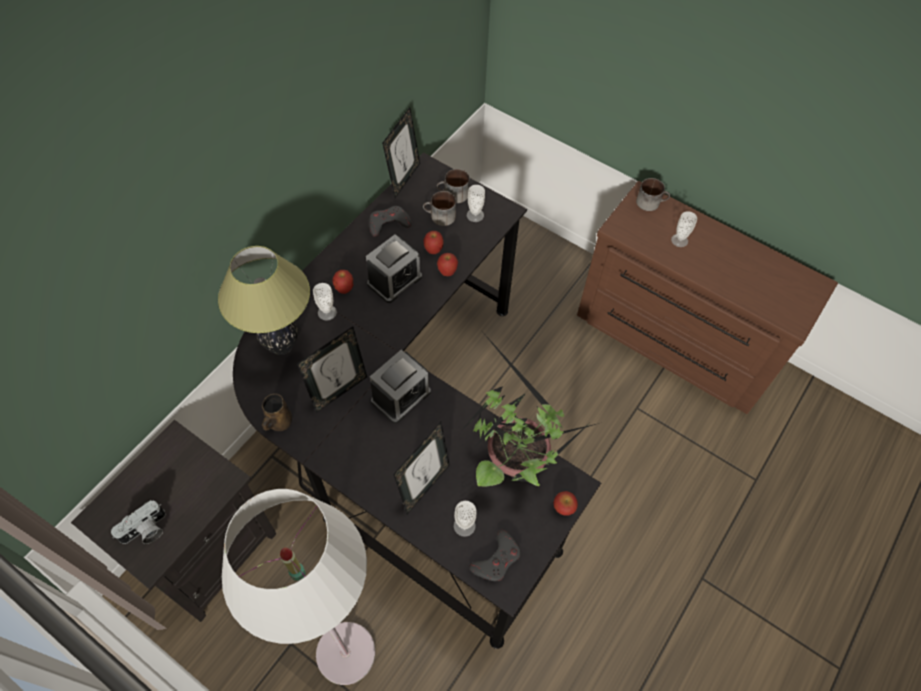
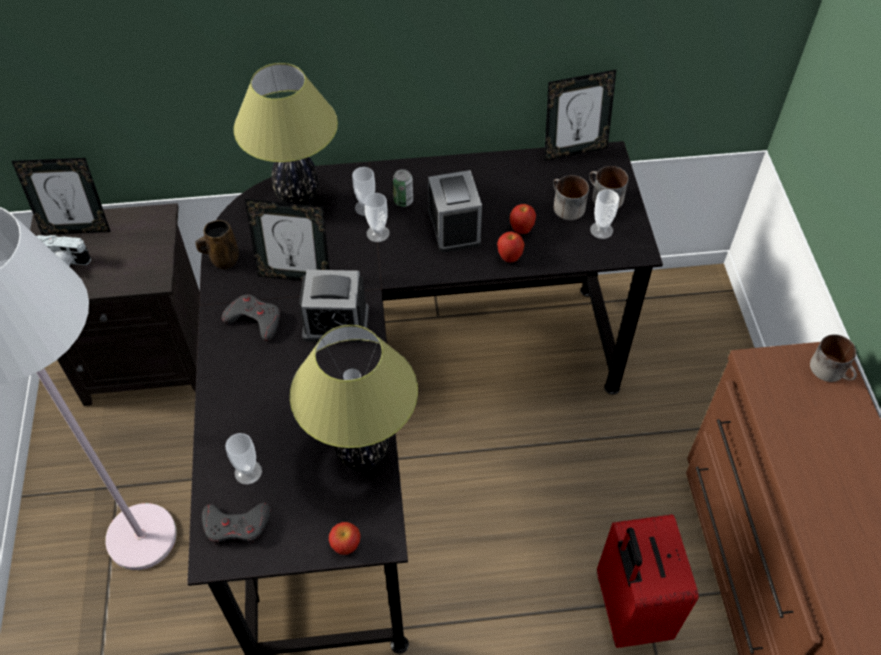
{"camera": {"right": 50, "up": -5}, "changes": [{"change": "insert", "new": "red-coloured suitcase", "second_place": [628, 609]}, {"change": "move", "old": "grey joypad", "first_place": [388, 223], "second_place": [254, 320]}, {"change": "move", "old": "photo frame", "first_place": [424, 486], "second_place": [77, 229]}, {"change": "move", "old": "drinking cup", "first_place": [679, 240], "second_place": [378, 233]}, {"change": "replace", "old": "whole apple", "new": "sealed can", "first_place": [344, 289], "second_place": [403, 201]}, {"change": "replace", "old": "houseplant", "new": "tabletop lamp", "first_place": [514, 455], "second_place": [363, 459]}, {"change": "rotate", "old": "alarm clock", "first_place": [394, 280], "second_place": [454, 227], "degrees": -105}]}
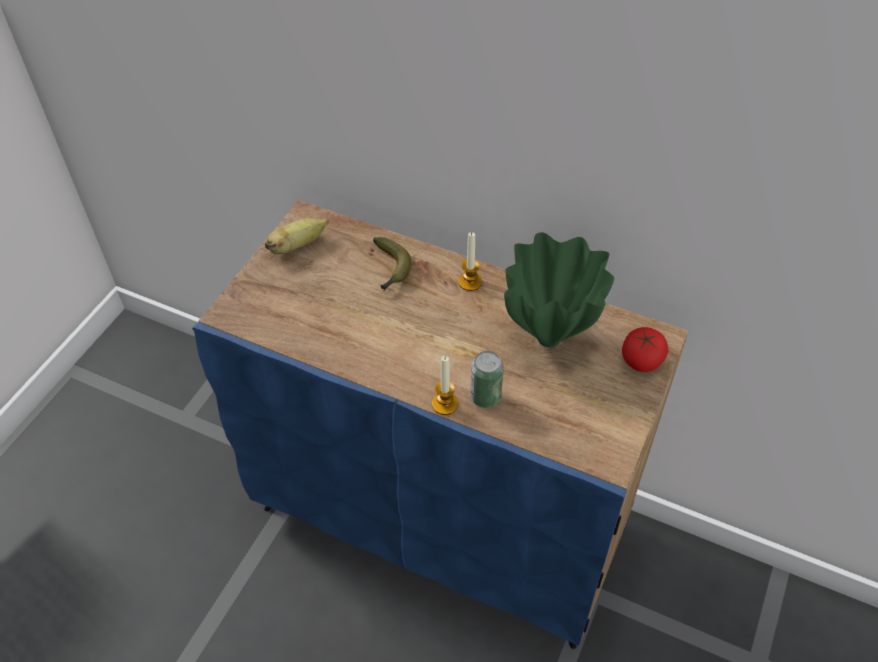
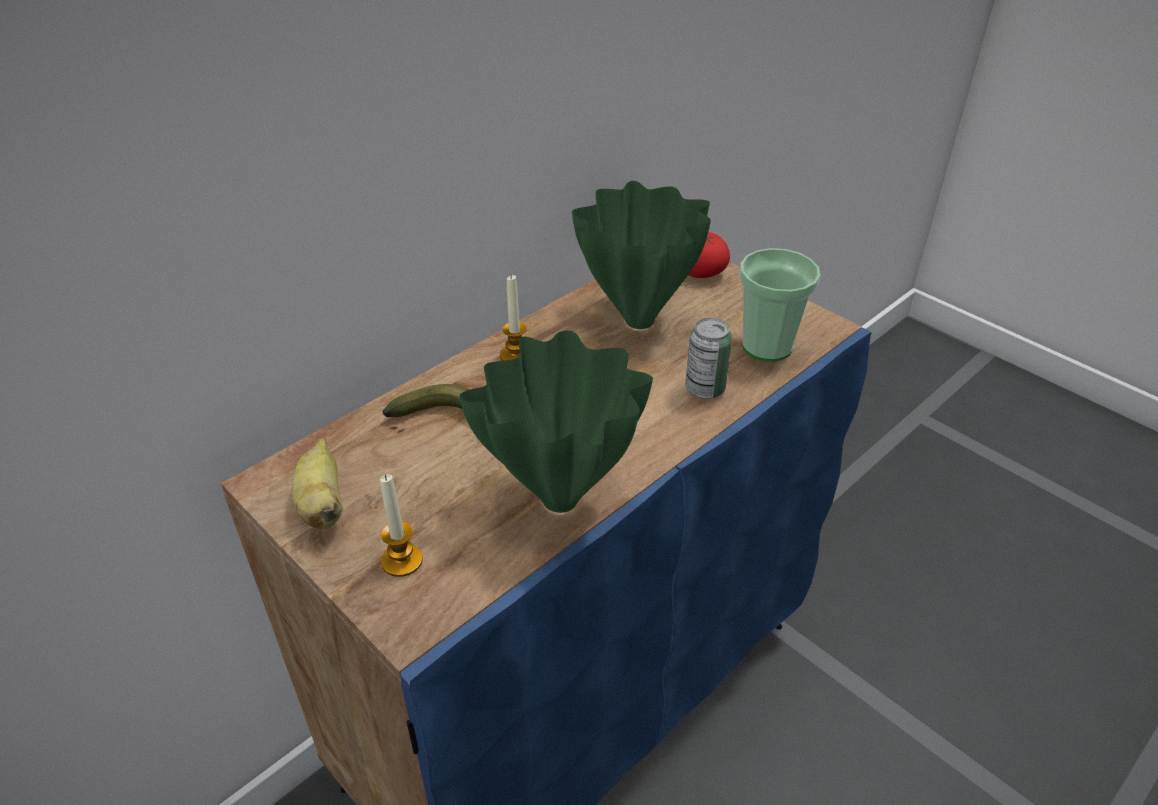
{"camera": {"right": -70, "up": -10}, "changes": [{"change": "insert", "new": "greenish decorative vase", "second_place": [563, 499]}, {"change": "insert", "new": "drinking cup", "second_place": [767, 346]}, {"change": "move", "old": "wax candle", "first_place": [445, 404], "second_place": [402, 560]}]}
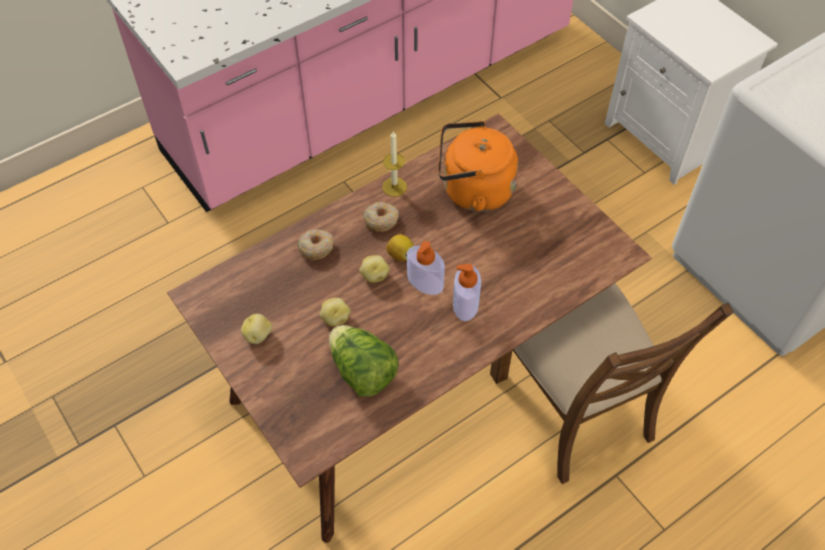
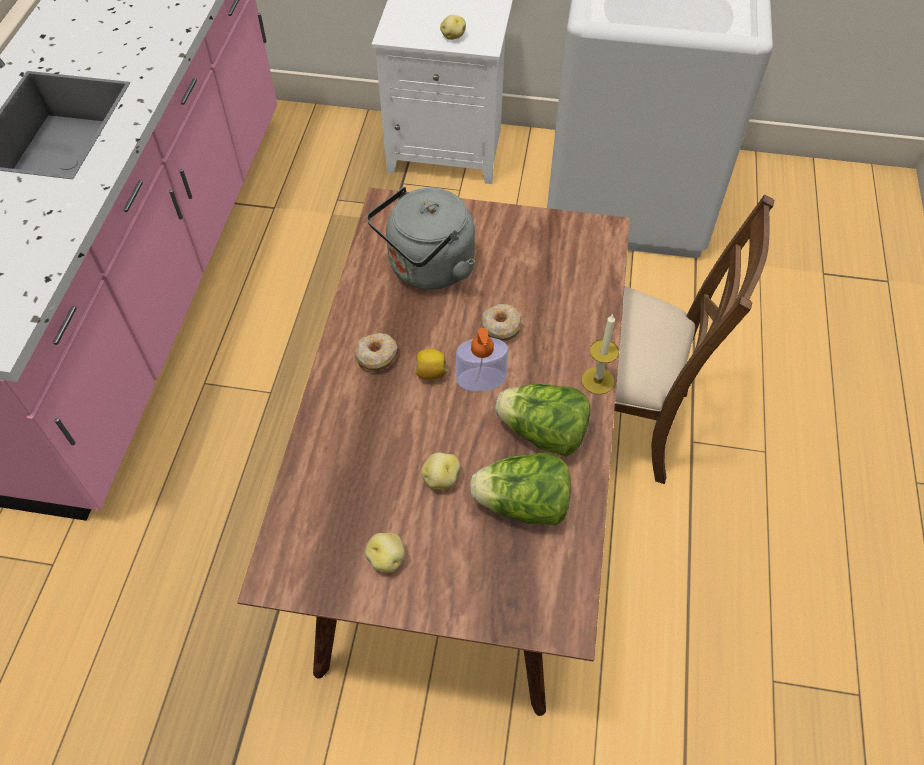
{"camera": {"right": -45, "up": 0}, "changes": [{"change": "delete", "old": "liquid soap bottle", "first_place": [465, 304]}, {"change": "insert", "new": "head of lettuce", "second_place": [543, 433]}, {"change": "move", "old": "ring doughnut", "first_place": [316, 247], "second_place": [500, 327]}, {"change": "move", "old": "spud", "first_place": [374, 275], "second_place": [452, 36]}, {"change": "move", "old": "wax candle", "first_place": [394, 187], "second_place": [597, 380]}, {"change": "recolor", "old": "orange water kettle", "new": "grey water kettle", "first_place": [473, 191], "second_place": [427, 269]}]}
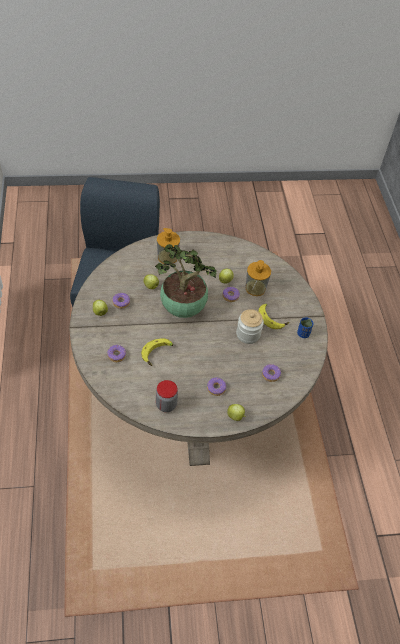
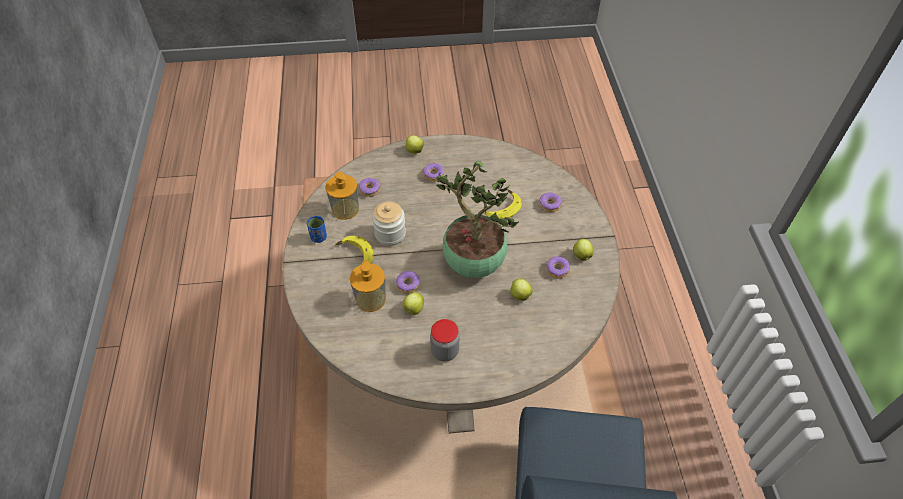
{"camera": {"right": -175, "up": 0}, "changes": [{"change": "move", "old": "preserve jar", "first_place": [166, 404], "second_place": [445, 351]}, {"change": "move", "old": "liquid soap bottle", "first_place": [167, 257], "second_place": [345, 209]}]}
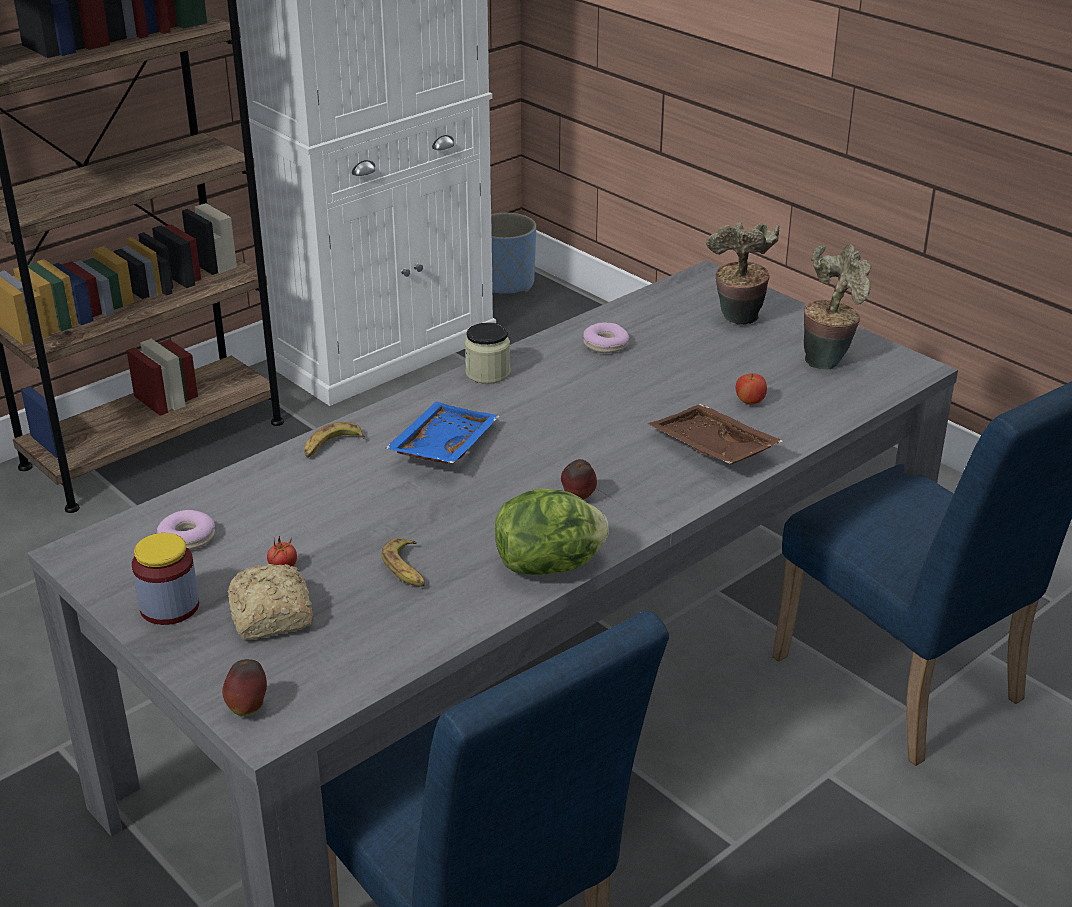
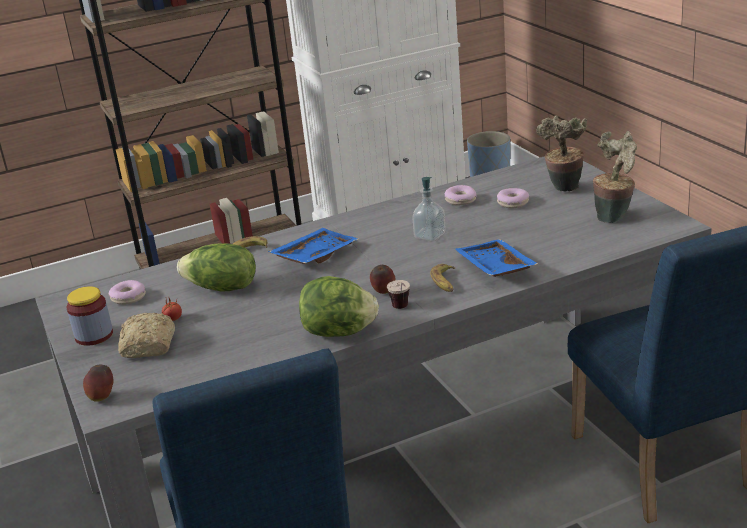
{"camera": {"right": 20, "up": -5}, "changes": [{"change": "delete", "old": "preserve jar", "first_place": [488, 373]}, {"change": "delete", "old": "whole apple", "first_place": [749, 402]}, {"change": "insert", "new": "head of lettuce", "second_place": [222, 288]}, {"change": "insert", "new": "drinking cup", "second_place": [402, 309]}, {"change": "insert", "new": "liquid soap bottle", "second_place": [430, 236]}, {"change": "insert", "new": "ring doughnut", "second_place": [513, 203]}, {"change": "move", "old": "banana", "first_place": [407, 569], "second_place": [445, 282]}, {"change": "recolor", "old": "brownish serving tray", "new": "bluish serving tray", "first_place": [711, 449], "second_place": [493, 268]}]}
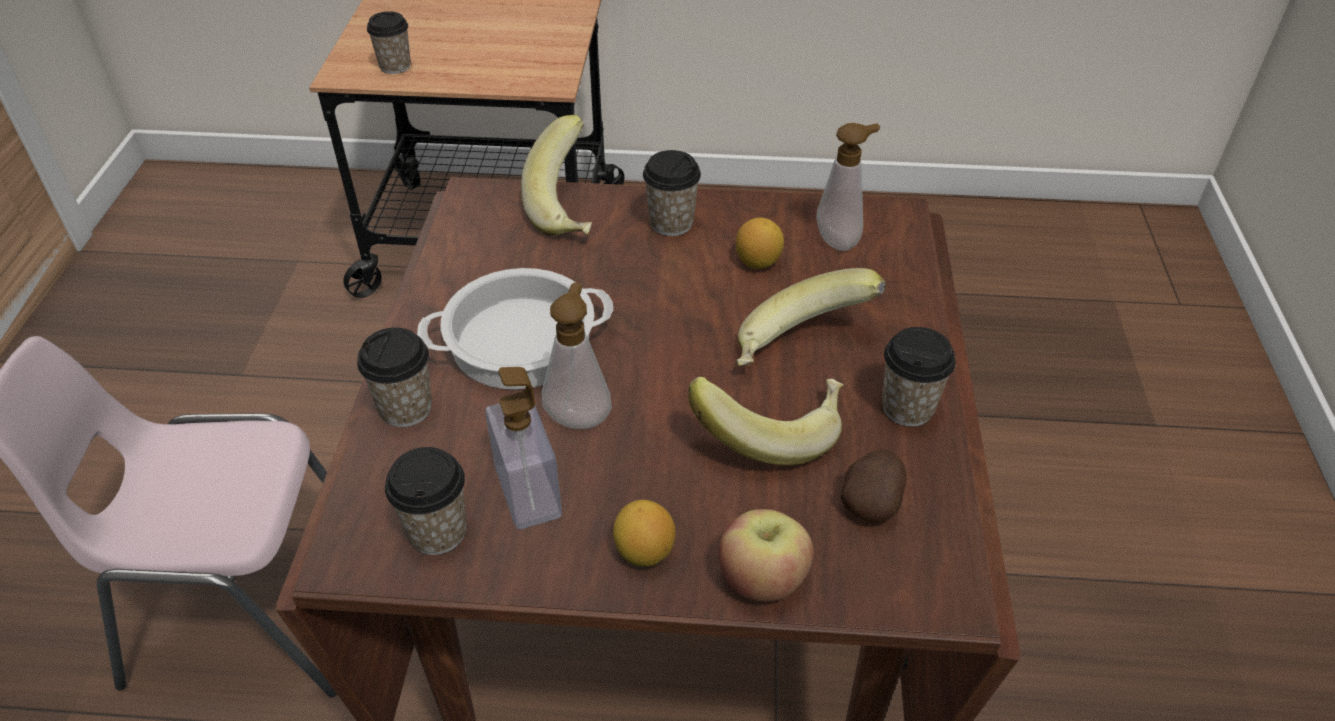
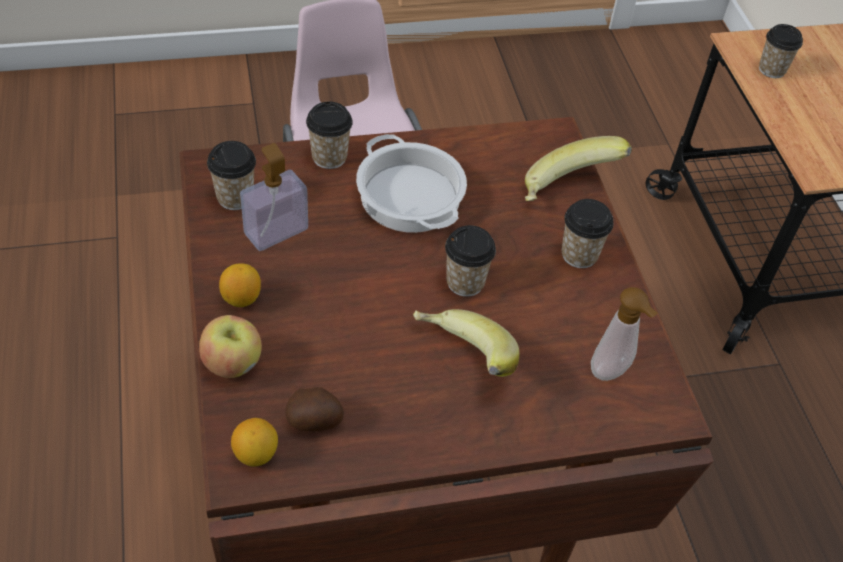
{"camera": {"right": 70, "up": 5}, "changes": [{"change": "delete", "old": "liquid soap bottle", "first_place": [579, 415]}, {"change": "delete", "old": "banana", "first_place": [769, 431]}, {"change": "move", "old": "lemon", "first_place": [758, 262], "second_place": [256, 454]}, {"change": "move", "old": "drinking cup", "first_place": [907, 408], "second_place": [465, 282]}]}
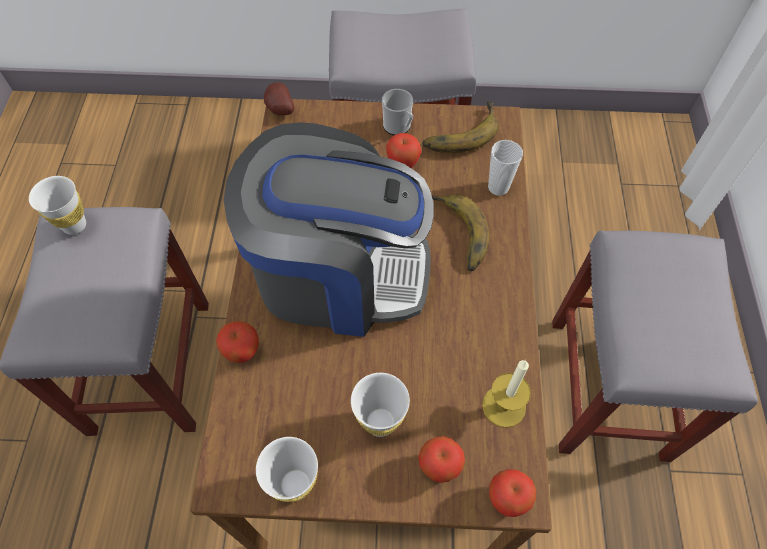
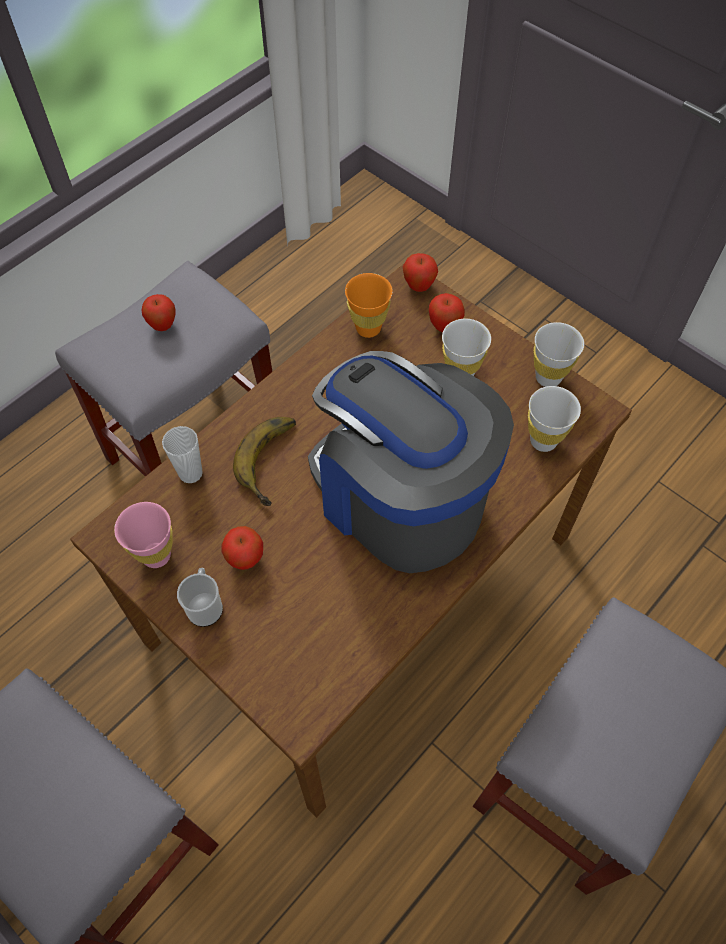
{"camera": {"right": -140, "up": 0}, "changes": [{"change": "delete", "old": "spud", "first_place": [279, 110]}, {"change": "move", "old": "white drinking cup", "first_place": [74, 225], "second_place": [543, 441]}, {"change": "move", "old": "whole apple", "first_place": [242, 352], "second_place": [163, 325]}, {"change": "replace", "old": "banana", "new": "pink-coloured drinking cup", "first_place": [459, 131], "second_place": [156, 555]}, {"change": "replace", "old": "wax candle", "new": "orange drinking cup", "first_place": [504, 406], "second_place": [368, 328]}]}
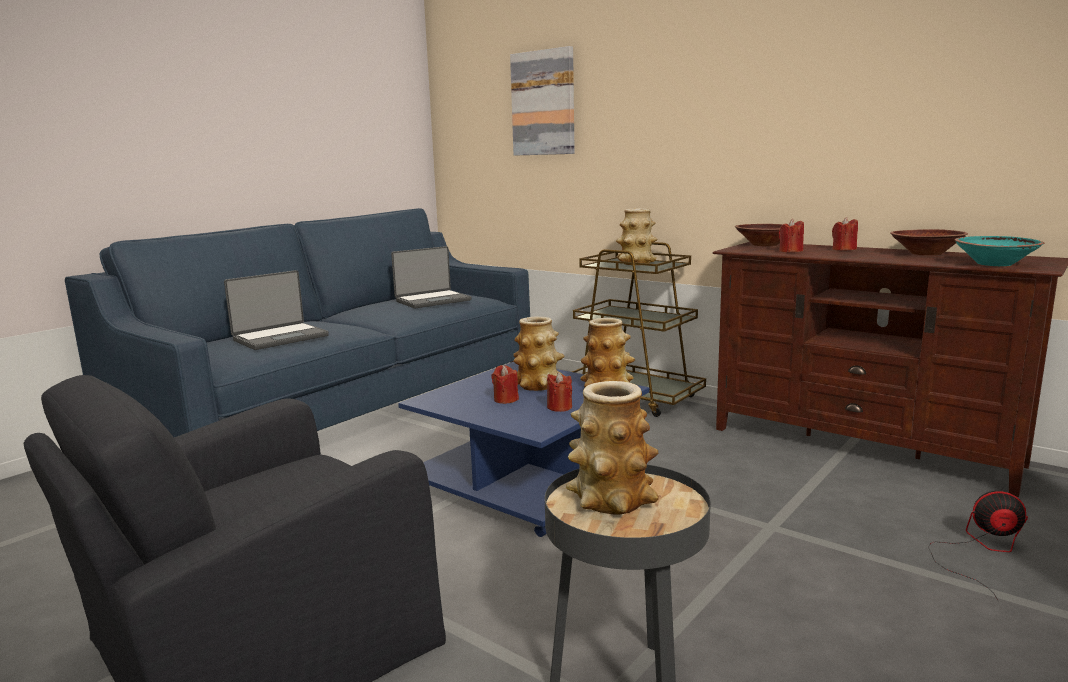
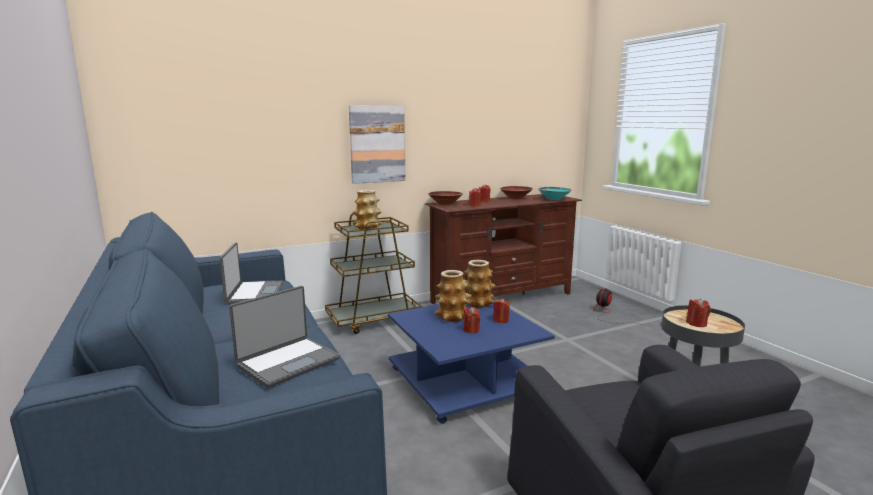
{"camera": {"right": -65, "up": 0}, "changes": [{"change": "move", "old": "picture", "first_place": [543, 103], "second_place": [377, 144]}, {"change": "replace", "old": "decorative vase", "new": "red-coloured wax candle", "first_place": [611, 500], "second_place": [696, 323]}, {"change": "rotate", "old": "portable computer", "first_place": [280, 338], "second_place": [287, 362], "degrees": 60}]}
